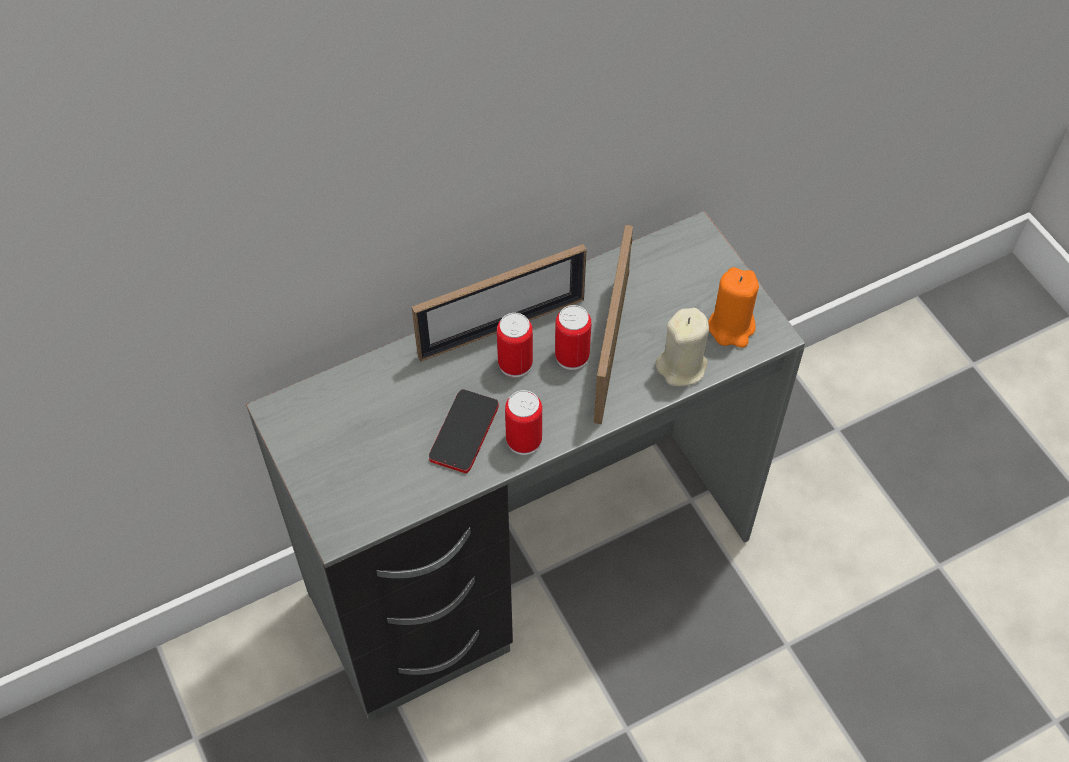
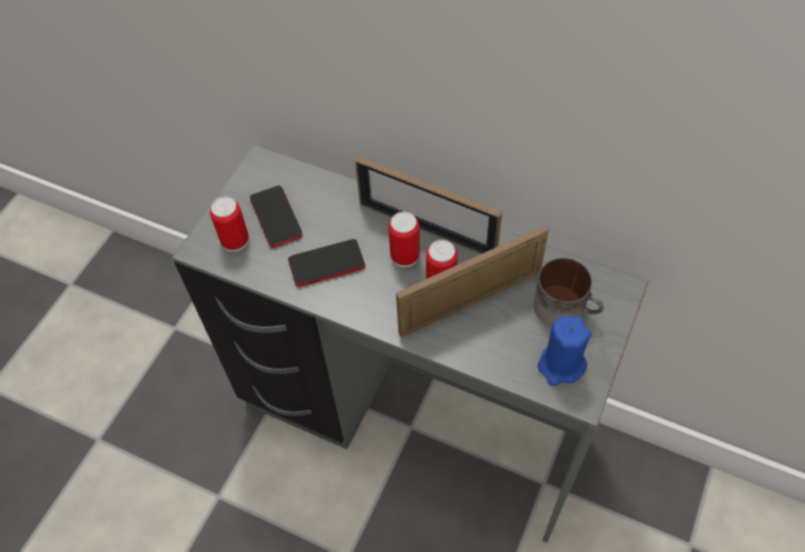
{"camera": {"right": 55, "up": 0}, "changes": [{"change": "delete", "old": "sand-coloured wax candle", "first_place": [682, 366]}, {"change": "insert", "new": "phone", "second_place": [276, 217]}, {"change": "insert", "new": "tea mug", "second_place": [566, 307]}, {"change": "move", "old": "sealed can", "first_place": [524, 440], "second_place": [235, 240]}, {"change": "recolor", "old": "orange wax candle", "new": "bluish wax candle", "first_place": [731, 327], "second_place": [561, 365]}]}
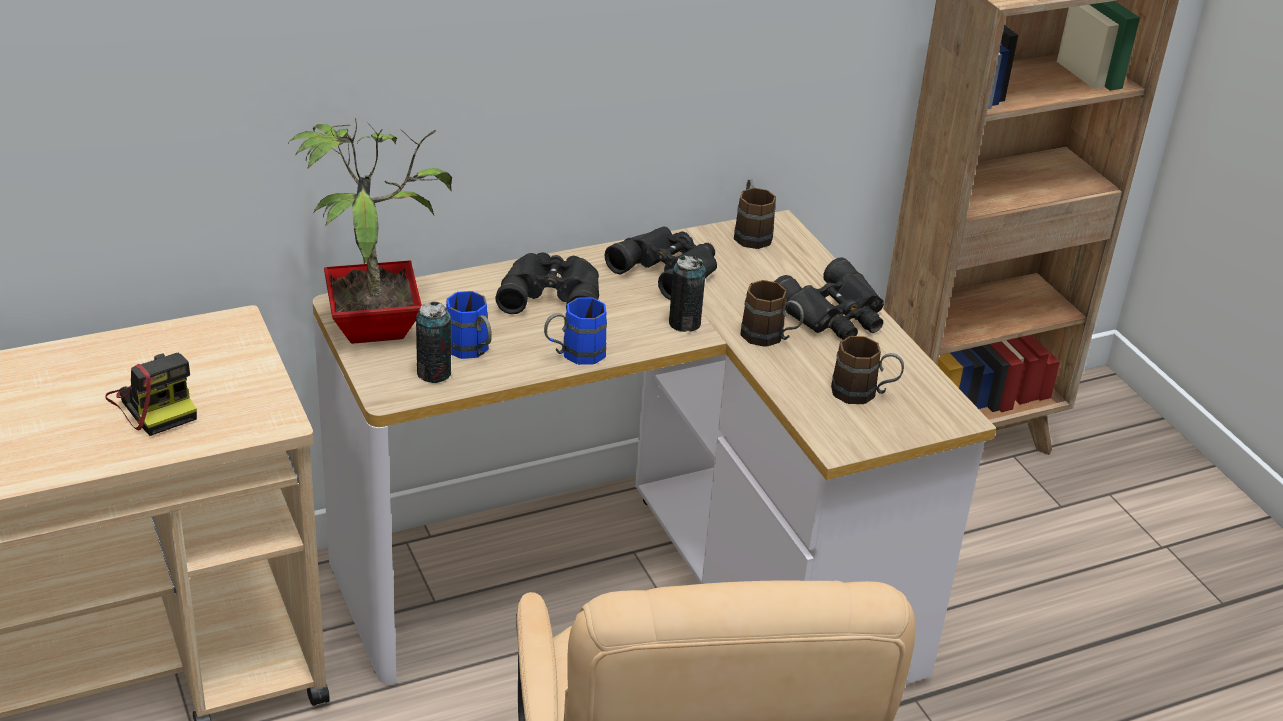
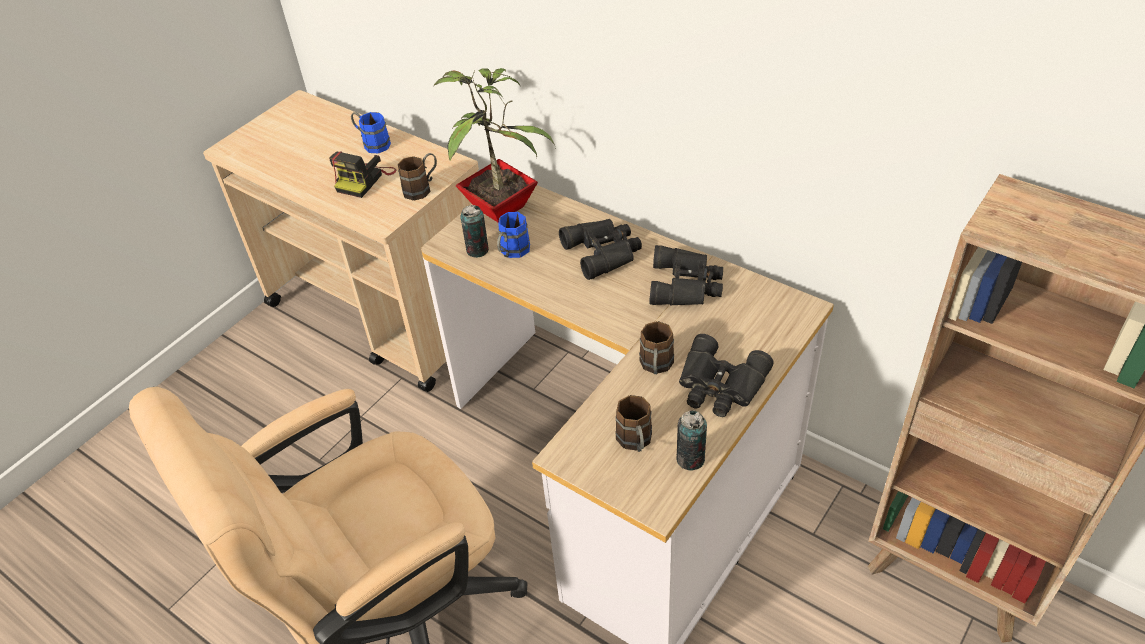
{"camera": {"right": 65, "up": 10}, "changes": [{"change": "move", "old": "bluish tea mug", "first_place": [574, 355], "second_place": [372, 144]}, {"change": "move", "old": "sealed can", "first_place": [684, 323], "second_place": [690, 459]}, {"change": "move", "old": "brownish tea mug", "first_place": [751, 233], "second_place": [422, 188]}]}
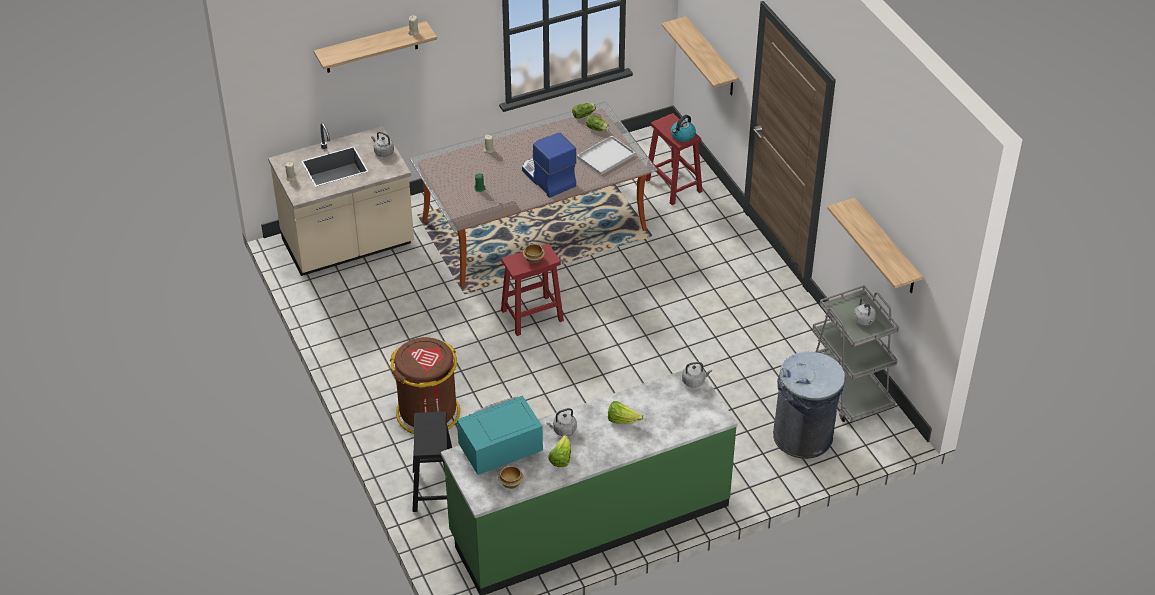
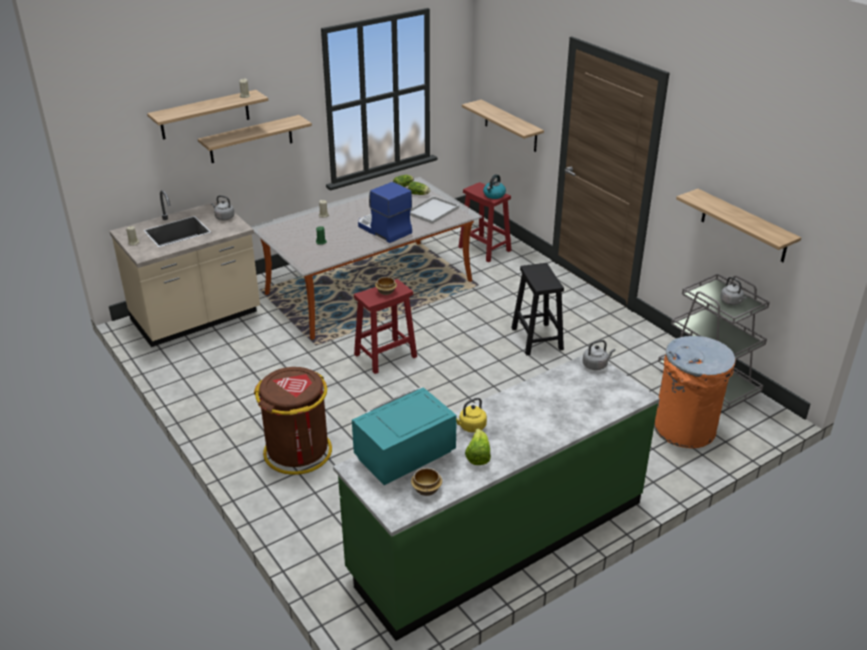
{"camera": {"right": -10, "up": -10}, "changes": [{"change": "delete", "old": "head of lettuce", "first_place": [622, 420]}, {"change": "insert", "new": "wall shelf", "second_place": [251, 139]}, {"change": "move", "old": "black sitting stool", "first_place": [435, 490], "second_place": [537, 339]}, {"change": "recolor", "old": "grey water kettle", "new": "yellow water kettle", "first_place": [563, 430], "second_place": [471, 427]}, {"change": "recolor", "old": "grey waste bin", "new": "orange waste bin", "first_place": [803, 437], "second_place": [685, 429]}]}
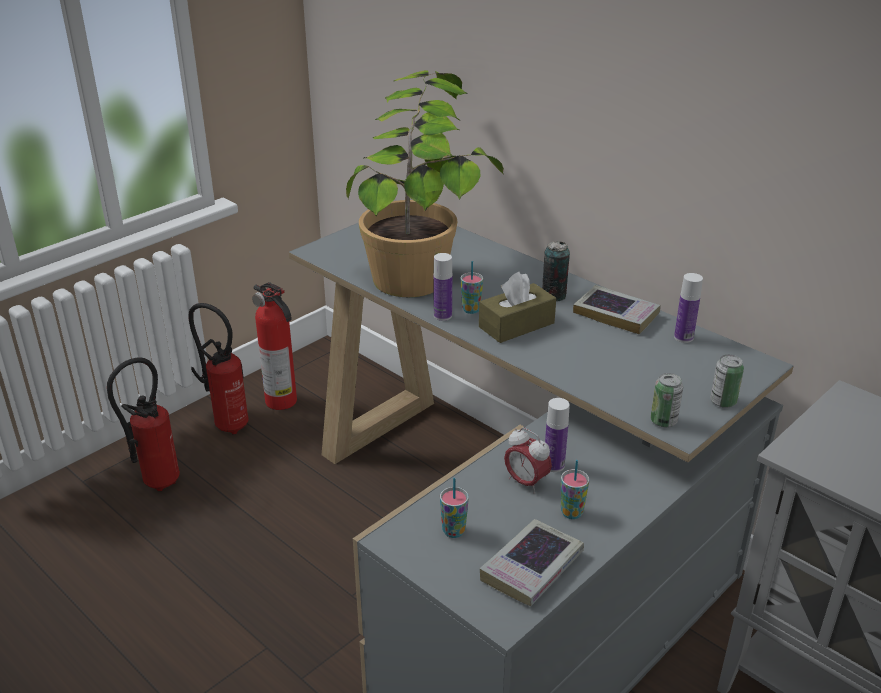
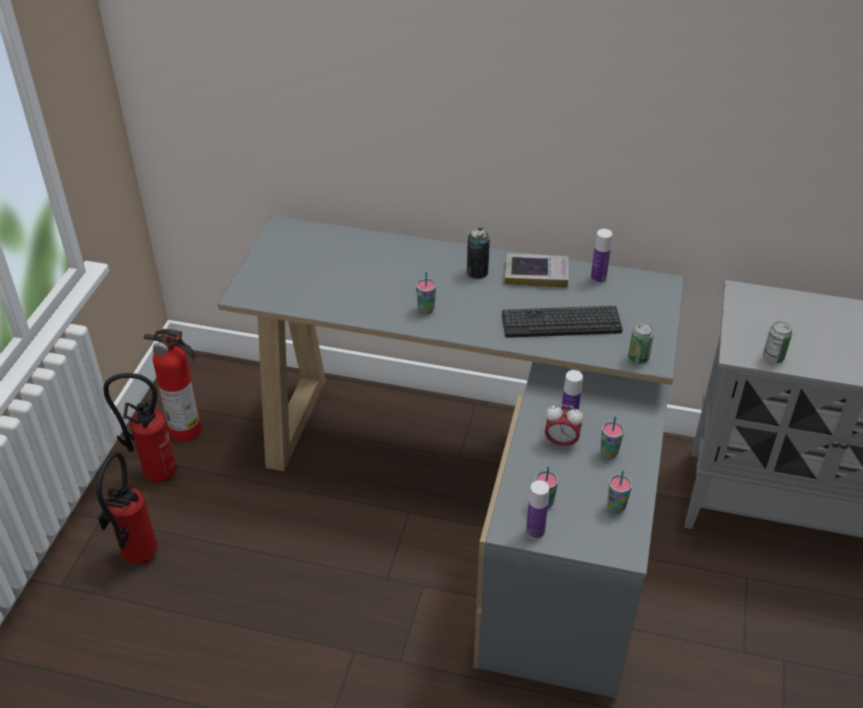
{"camera": {"right": -30, "up": 10}, "changes": [{"change": "delete", "old": "houseplant", "first_place": [422, 262]}, {"change": "delete", "old": "brownish box of tissues", "first_place": [516, 325]}, {"change": "insert", "new": "computer keyboard", "second_place": [561, 323]}, {"change": "move", "old": "beverage bottle", "first_place": [442, 316], "second_place": [535, 531]}, {"change": "move", "old": "sealed can", "first_place": [723, 401], "second_place": [773, 357]}, {"change": "replace", "old": "book", "new": "drinking cup", "first_place": [532, 568], "second_place": [616, 507]}]}
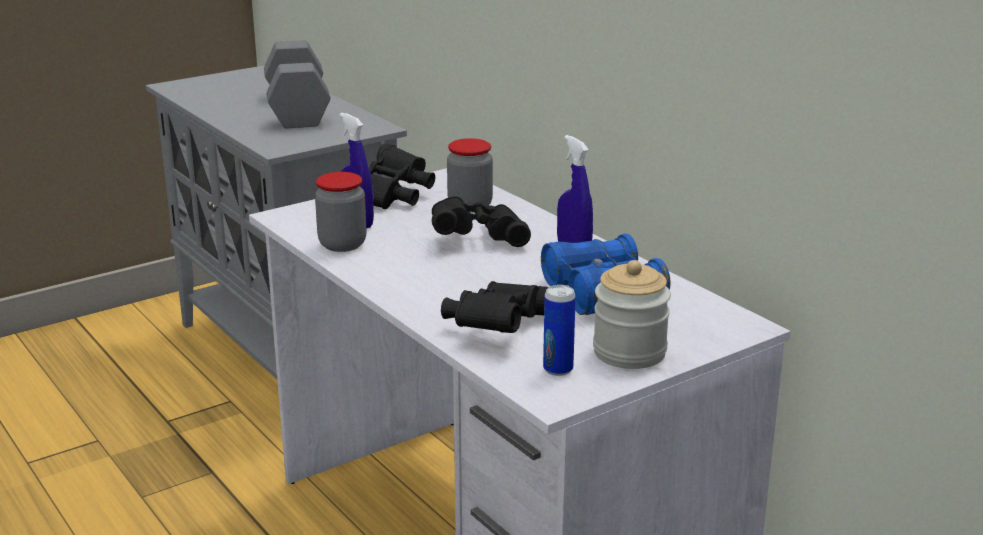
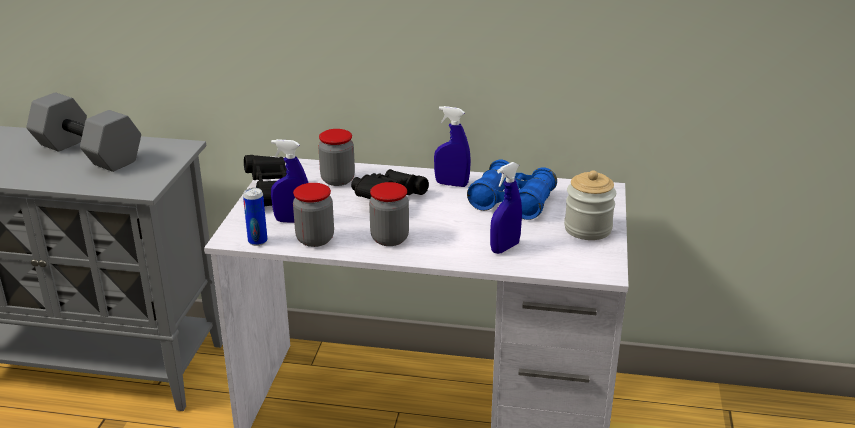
{"camera": {"right": -45, "up": 5}, "changes": [{"change": "insert", "new": "preserve jar", "second_place": [389, 239]}, {"change": "move", "old": "sealed can", "first_place": [558, 369], "second_place": [257, 241]}, {"change": "replace", "old": "black pair of binoculars", "new": "bluish spray bottle", "first_place": [496, 328], "second_place": [505, 248]}]}
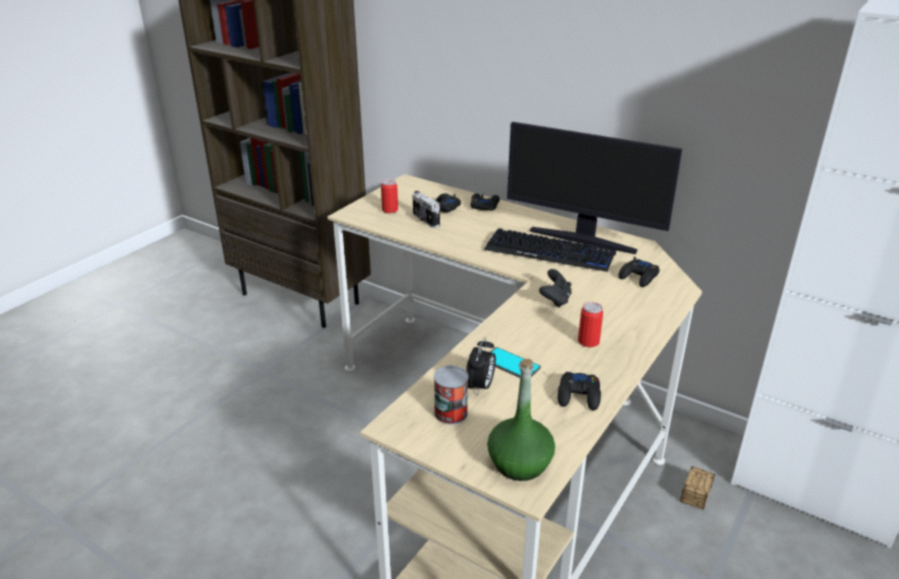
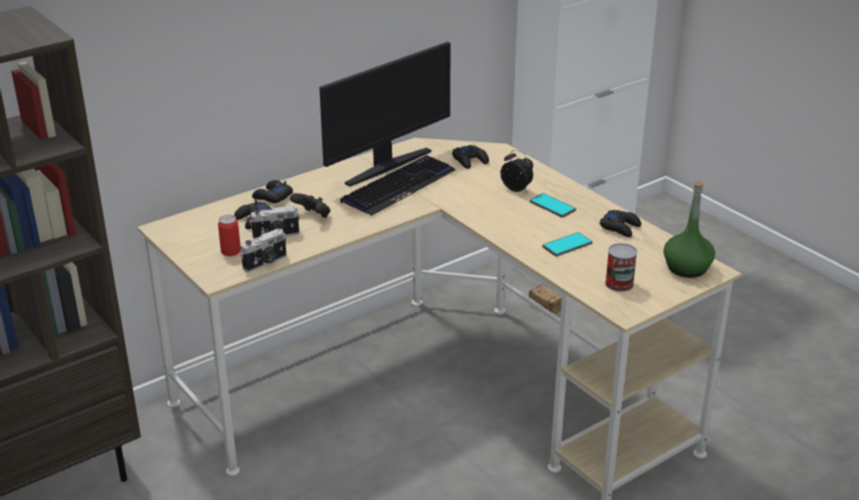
{"camera": {"right": -70, "up": 0}, "changes": [{"change": "insert", "new": "photo camera", "second_place": [266, 263]}, {"change": "move", "old": "alarm clock", "first_place": [480, 387], "second_place": [517, 189]}, {"change": "move", "old": "black joypad", "first_place": [555, 300], "second_place": [313, 216]}, {"change": "replace", "old": "sealed can", "new": "phone", "first_place": [588, 341], "second_place": [552, 206]}]}
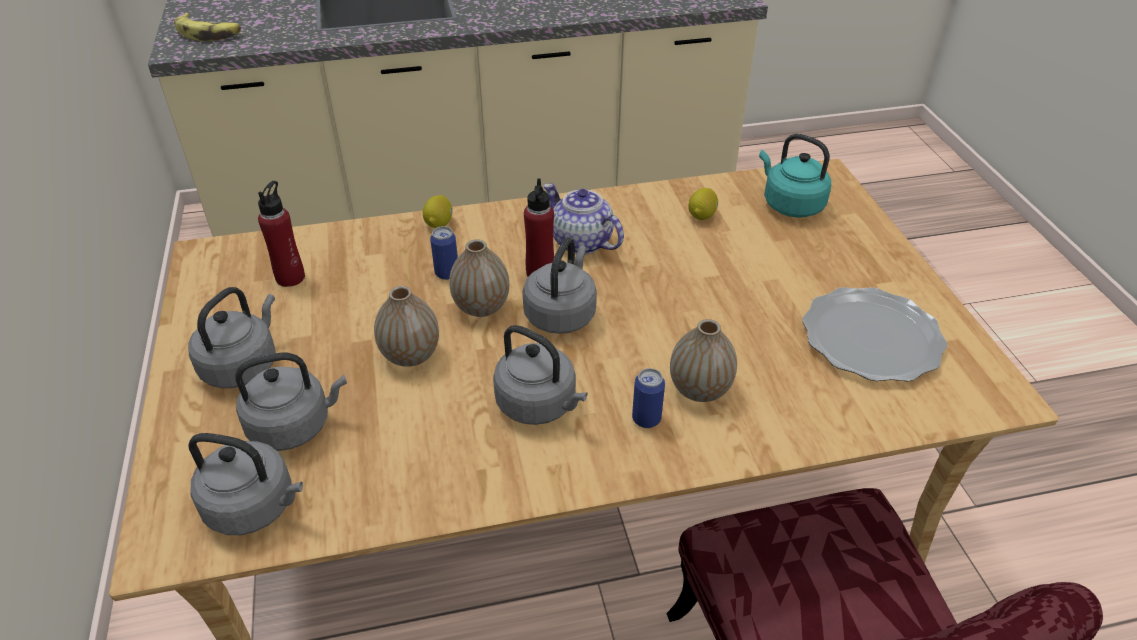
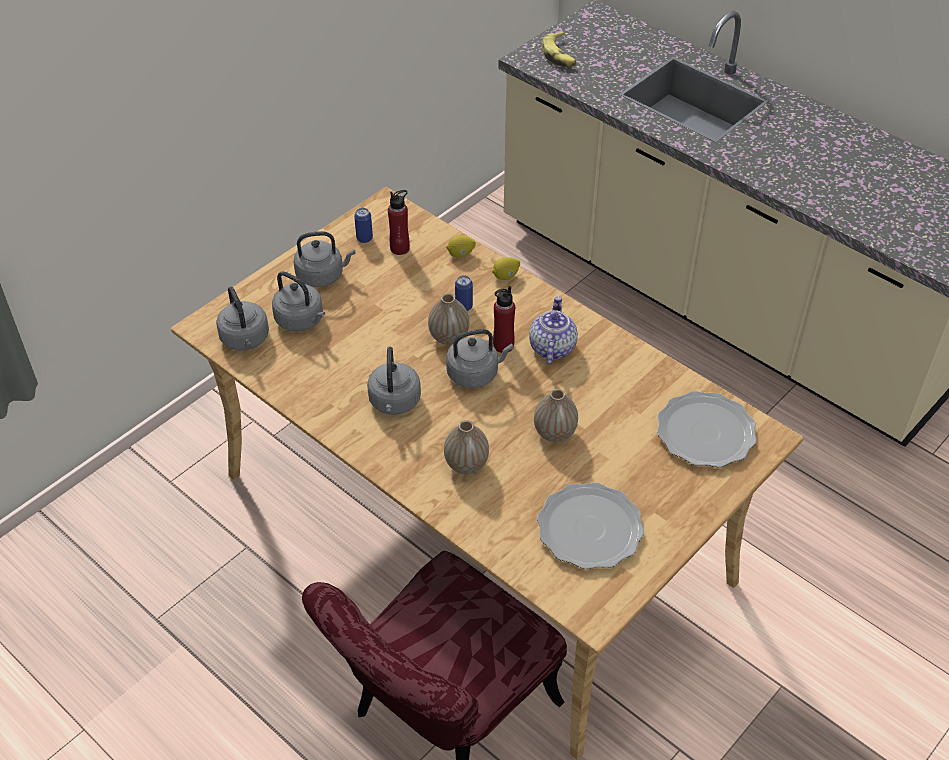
{"camera": {"right": 55, "up": 5}, "changes": [{"change": "move", "old": "decorative vase", "first_place": [410, 355], "second_place": [554, 433]}, {"change": "move", "old": "sealed can", "first_place": [646, 419], "second_place": [364, 238]}, {"change": "move", "old": "lemon", "first_place": [702, 215], "second_place": [461, 254]}, {"change": "replace", "old": "blue-green water kettle", "new": "plate", "first_place": [790, 204], "second_place": [705, 432]}]}
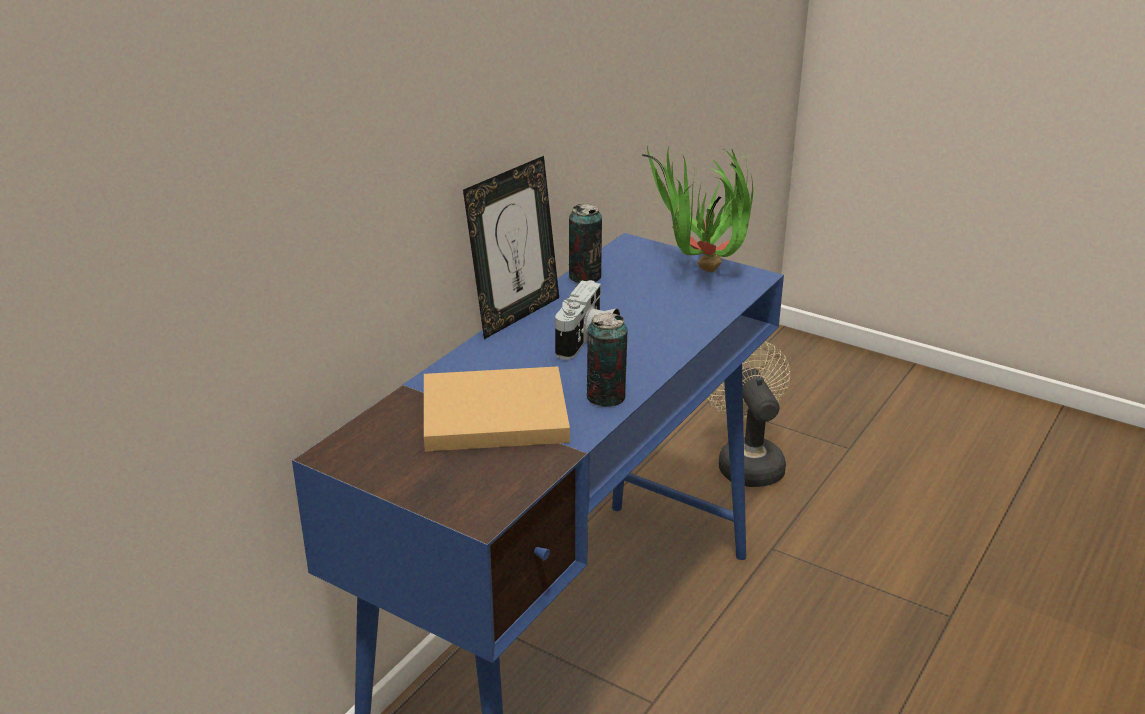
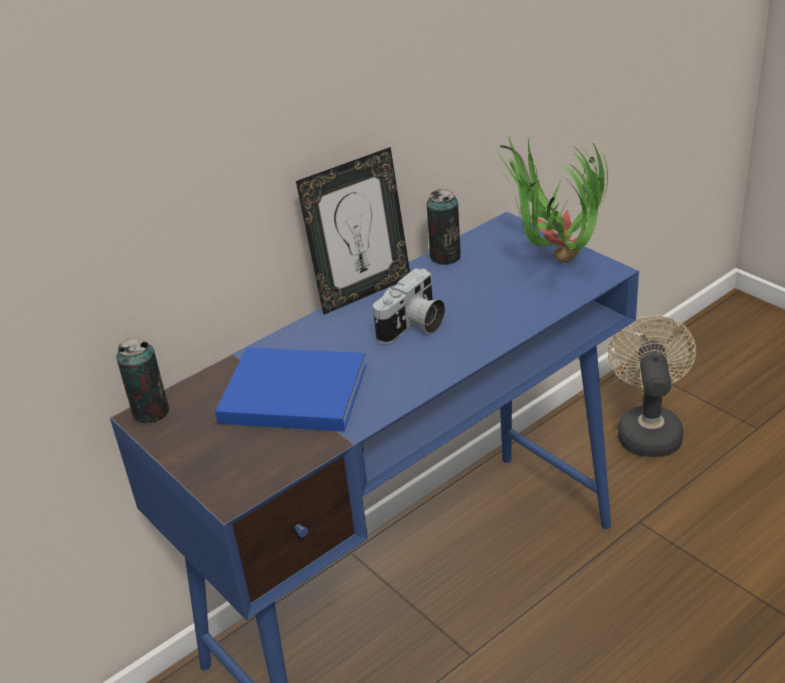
{"camera": {"right": 20, "up": 5}, "changes": [{"change": "move", "old": "sealed can", "first_place": [606, 397], "second_place": [151, 412]}, {"change": "recolor", "old": "sand-coloured book", "new": "bluish book", "first_place": [489, 414], "second_place": [289, 393]}]}
